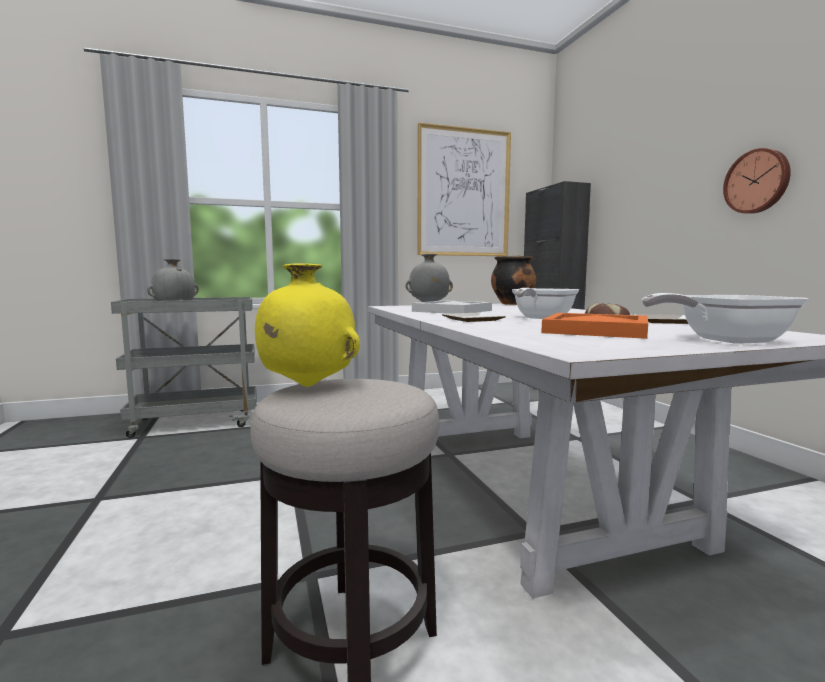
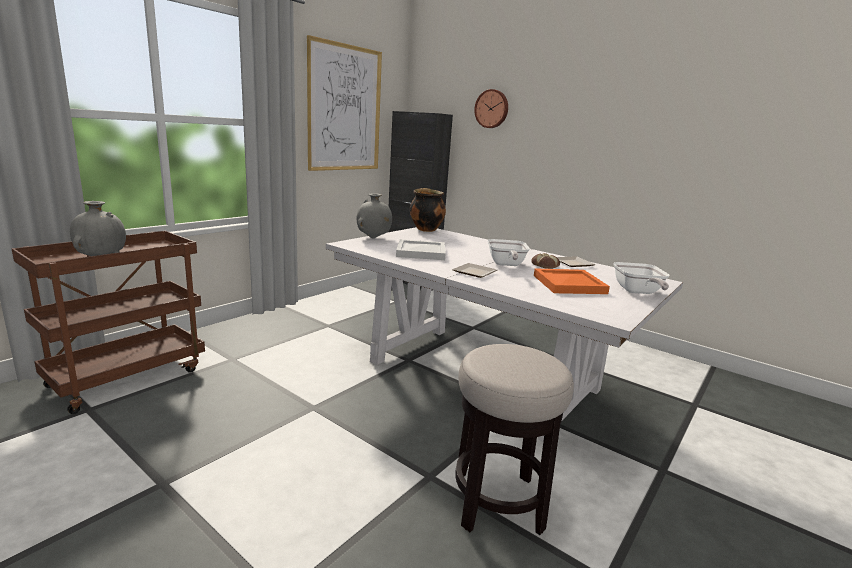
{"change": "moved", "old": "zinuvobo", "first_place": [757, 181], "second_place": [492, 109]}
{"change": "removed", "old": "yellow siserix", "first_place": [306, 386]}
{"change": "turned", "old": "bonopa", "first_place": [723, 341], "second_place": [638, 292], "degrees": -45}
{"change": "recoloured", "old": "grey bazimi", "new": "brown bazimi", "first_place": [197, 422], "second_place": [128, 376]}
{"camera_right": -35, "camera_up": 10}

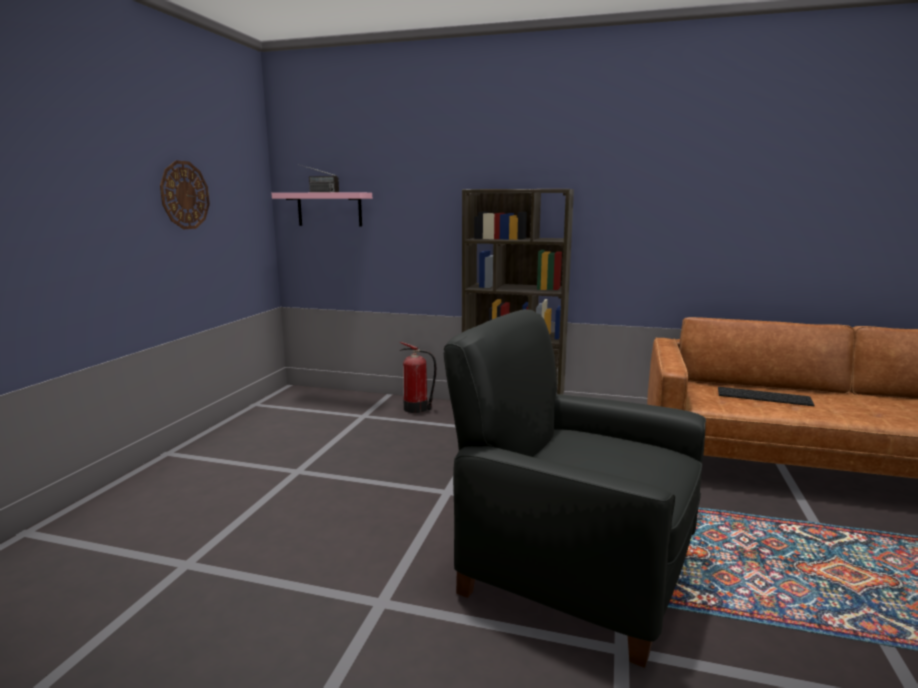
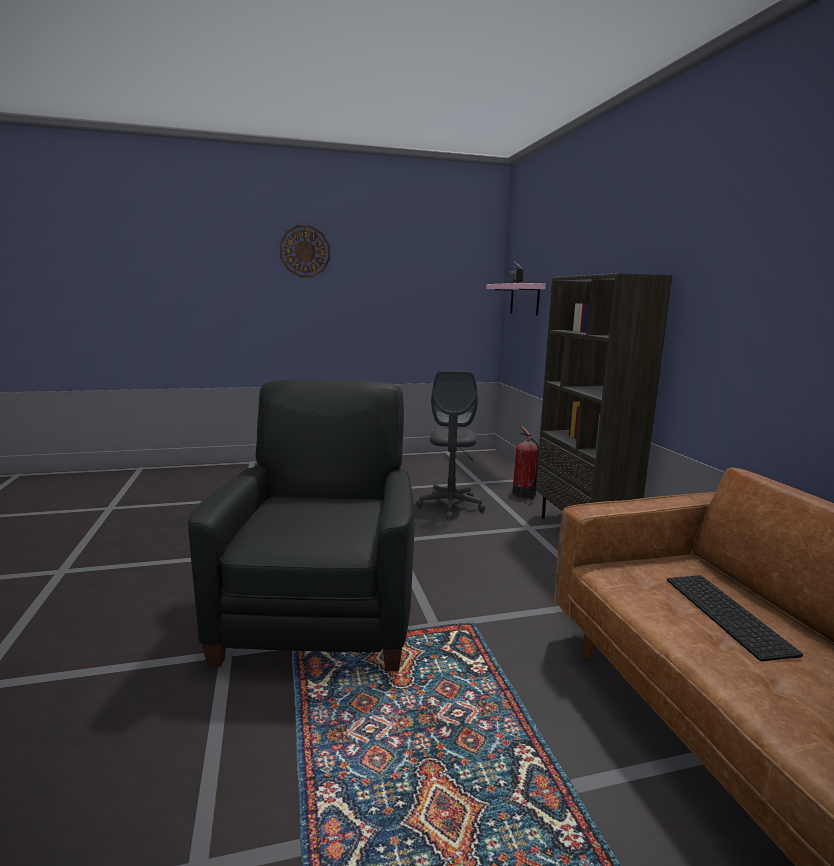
{"change": "moved", "old": "zinuvobo", "first_place": [184, 195], "second_place": [305, 251]}
{"change": "added", "new": "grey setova", "second_place": [450, 506]}
{"camera_right": 60, "camera_up": 0}

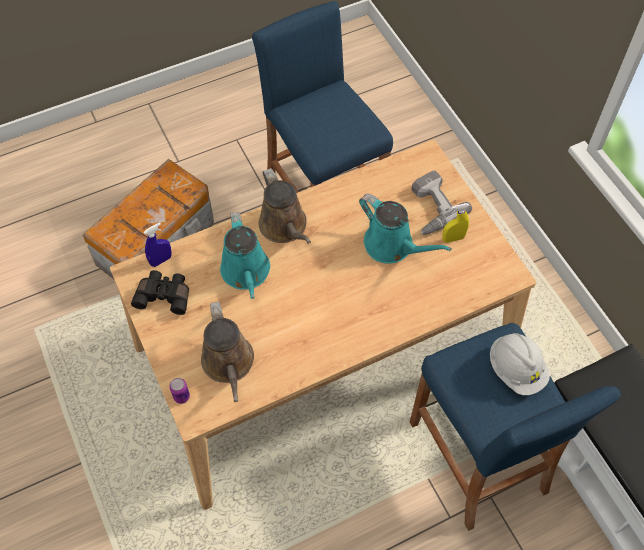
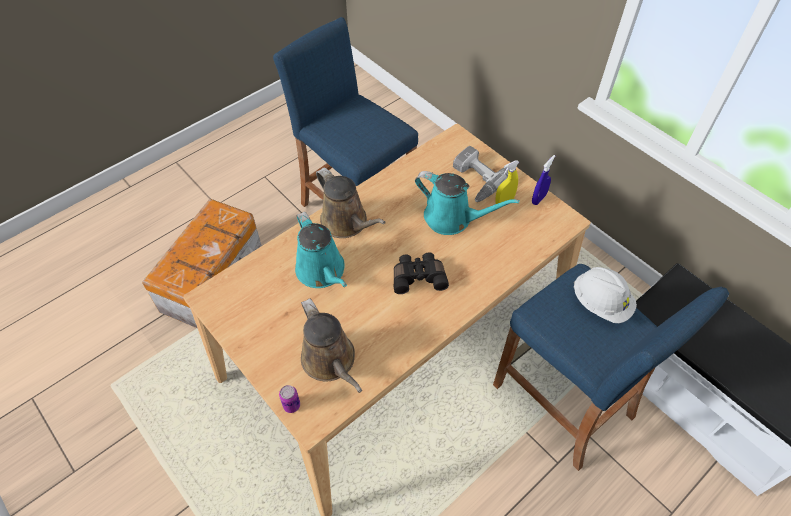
{"change": "moved", "old": "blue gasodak", "first_place": [161, 260], "second_place": [538, 199]}
{"change": "moved", "old": "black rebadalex", "first_place": [164, 295], "second_place": [418, 277]}
{"camera_right": -15, "camera_up": -5}

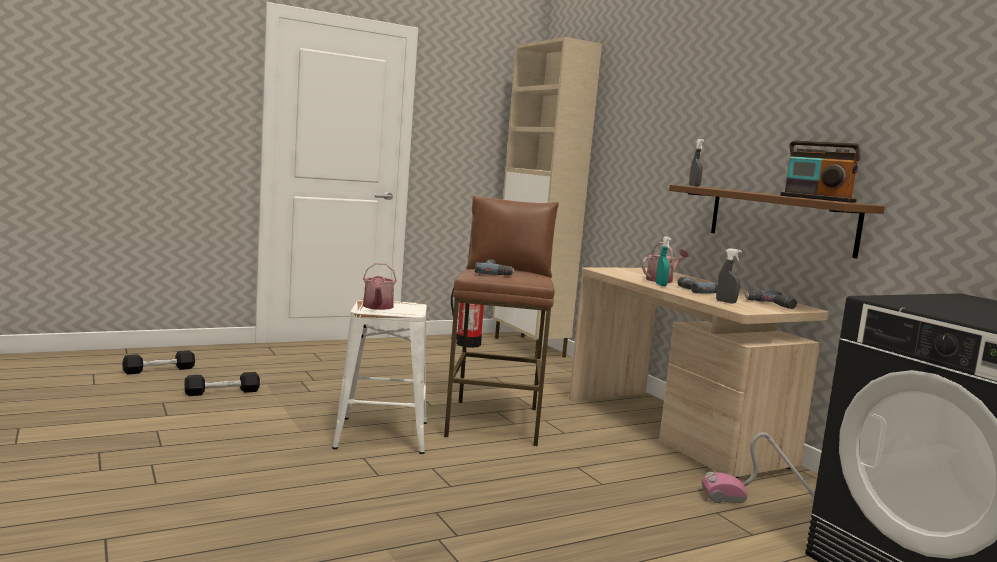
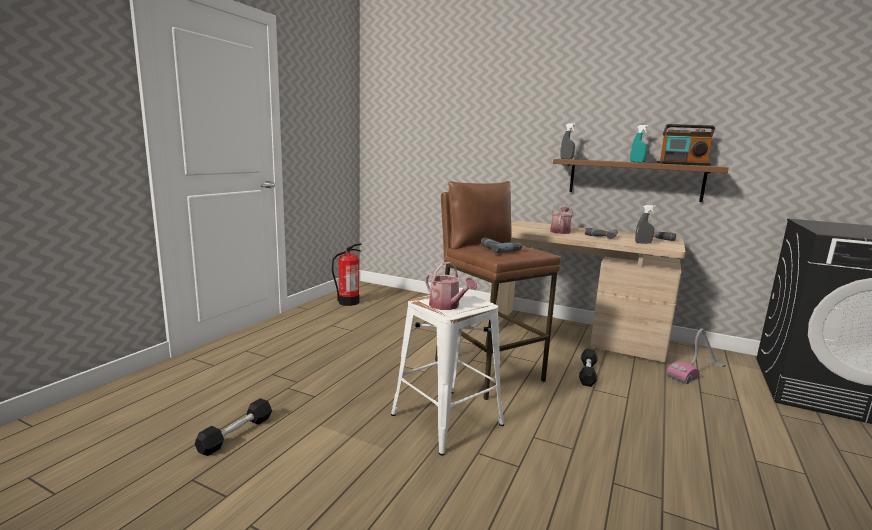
{"change": "removed", "old": "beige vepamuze", "first_place": [529, 347]}
{"change": "moved", "old": "turquoise gasodak", "first_place": [661, 285], "second_place": [637, 162]}
{"change": "moved", "old": "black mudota", "first_place": [159, 370], "second_place": [587, 373]}
{"camera_right": -35, "camera_up": 5}

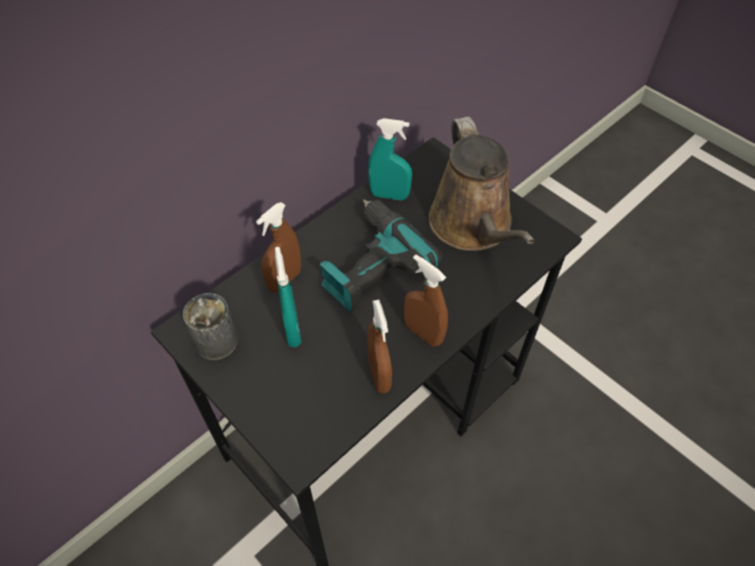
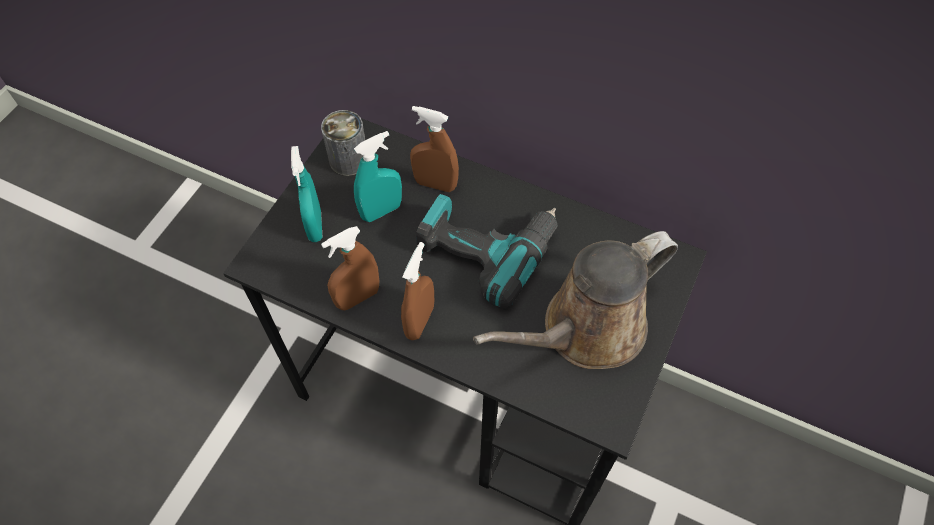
{"change": "moved", "old": "turquoise gasodak", "first_place": [389, 195], "second_place": [315, 226]}
{"camera_right": 70, "camera_up": 5}

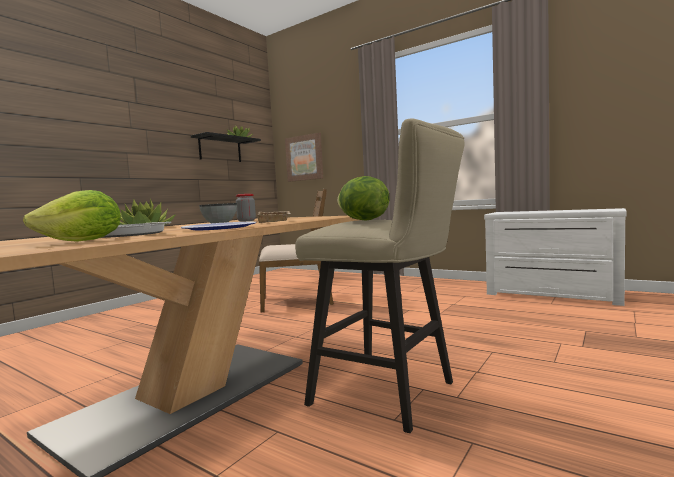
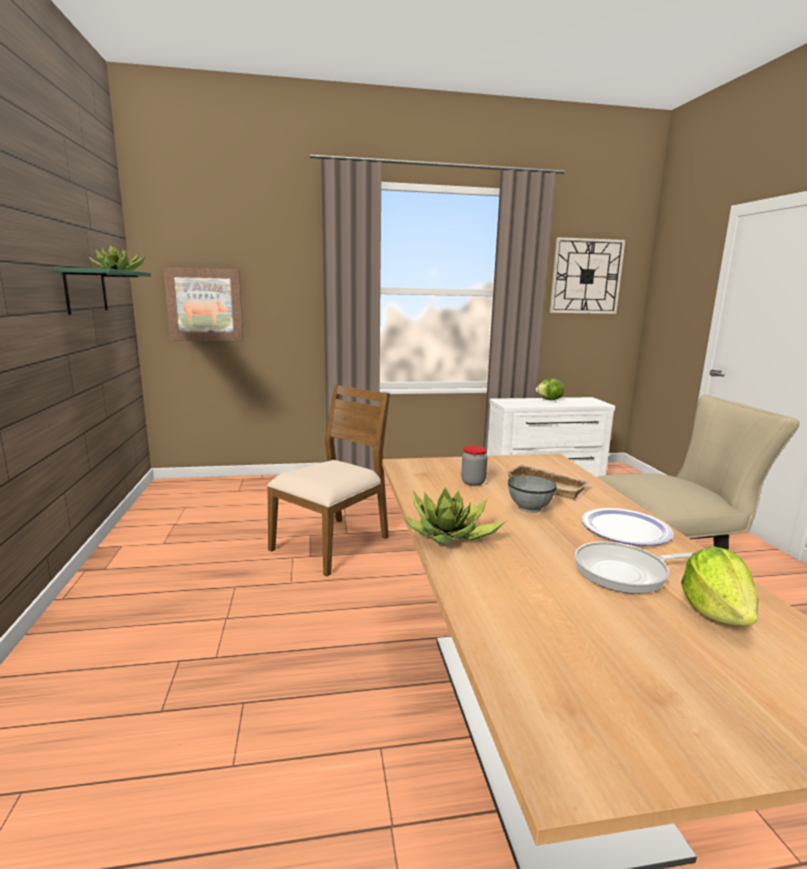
{"change": "recoloured", "old": "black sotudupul", "new": "green sotudupul", "first_place": [220, 149], "second_place": [86, 291]}
{"change": "moved", "old": "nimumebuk", "first_place": [362, 220], "second_place": [549, 400]}
{"change": "added", "new": "zinuvobo", "second_place": [586, 276]}
{"camera_right": -45, "camera_up": 10}

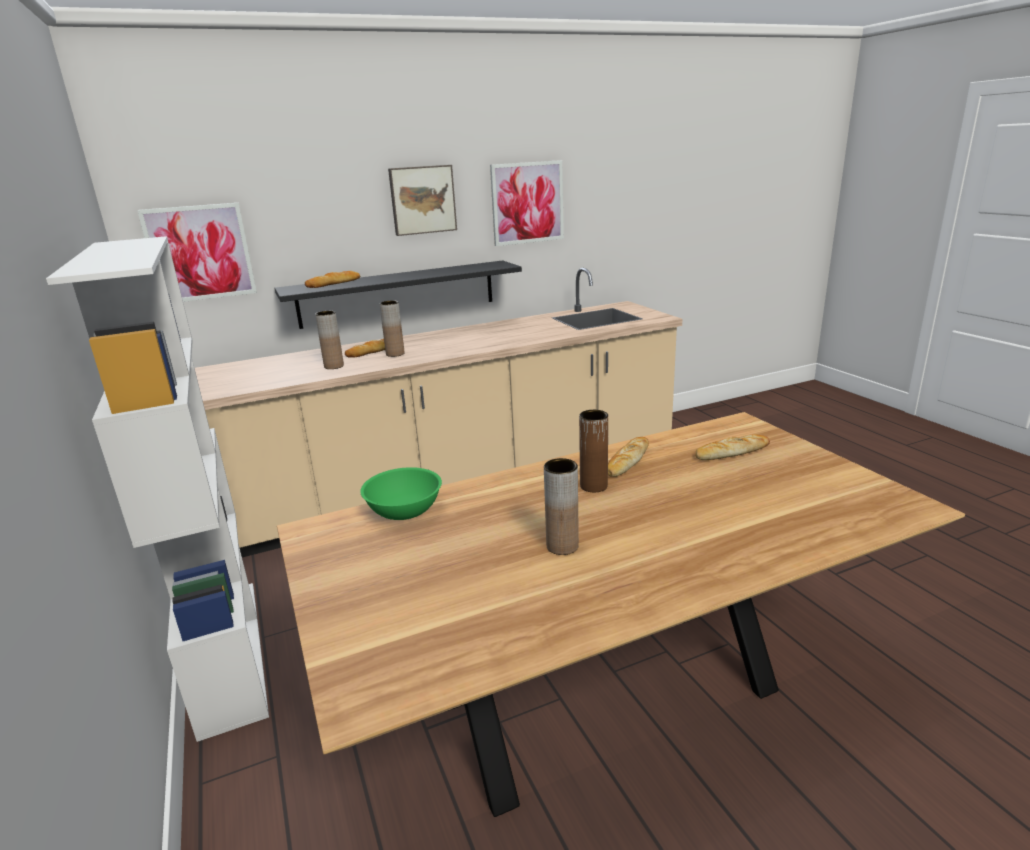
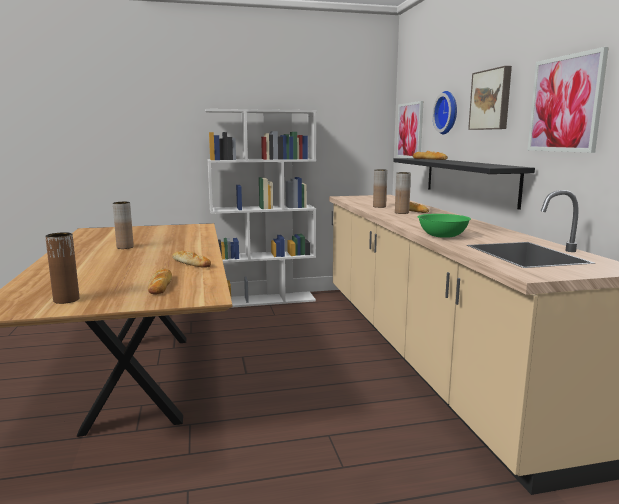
{"change": "moved", "old": "brown siserix", "first_place": [593, 486], "second_place": [66, 300]}
{"change": "moved", "old": "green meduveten", "first_place": [404, 511], "second_place": [442, 236]}
{"change": "added", "new": "zinuvobo", "second_place": [448, 112]}
{"camera_right": 100, "camera_up": -10}

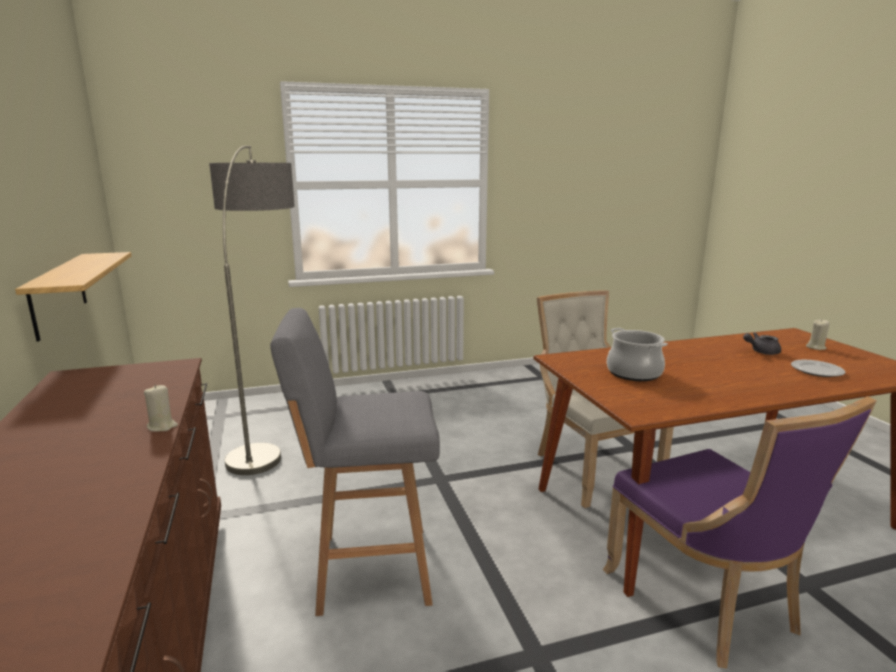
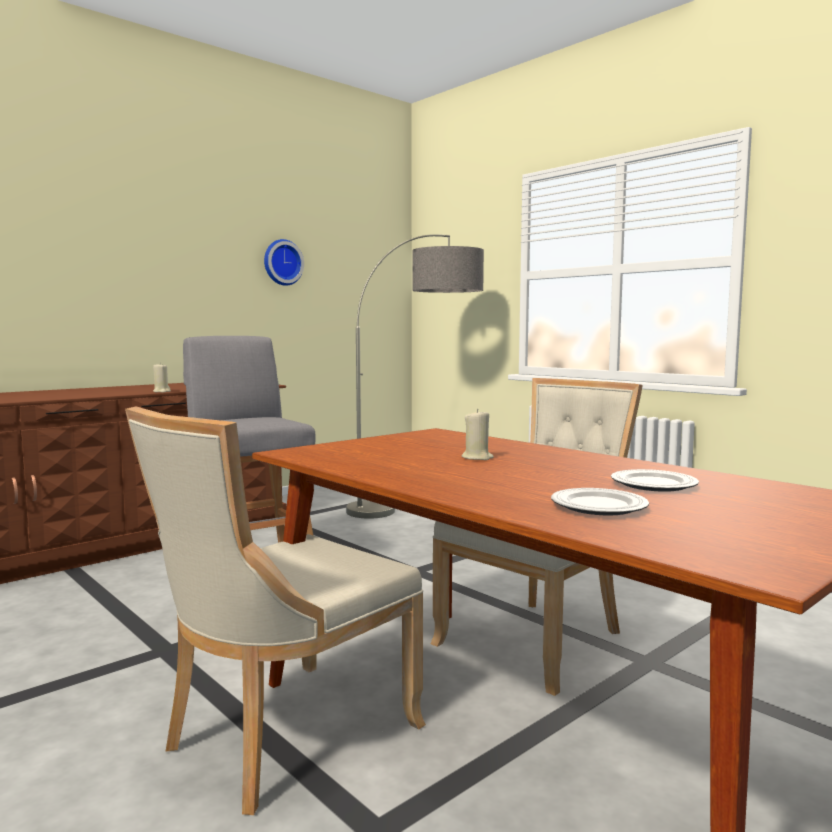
{"change": "removed", "old": "sotudupul", "first_place": [58, 294]}
{"change": "moved", "old": "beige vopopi", "first_place": [816, 347], "second_place": [477, 458]}
{"change": "removed", "old": "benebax", "first_place": [634, 373]}
{"change": "replaced", "old": "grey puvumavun", "new": "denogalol", "first_place": [761, 352], "second_place": [652, 484]}
{"change": "recoloured", "old": "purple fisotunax", "new": "beige fisotunax", "first_place": [706, 602], "second_place": [283, 737]}
{"change": "added", "new": "zinuvobo", "second_place": [282, 262]}
{"camera_right": 65, "camera_up": -10}

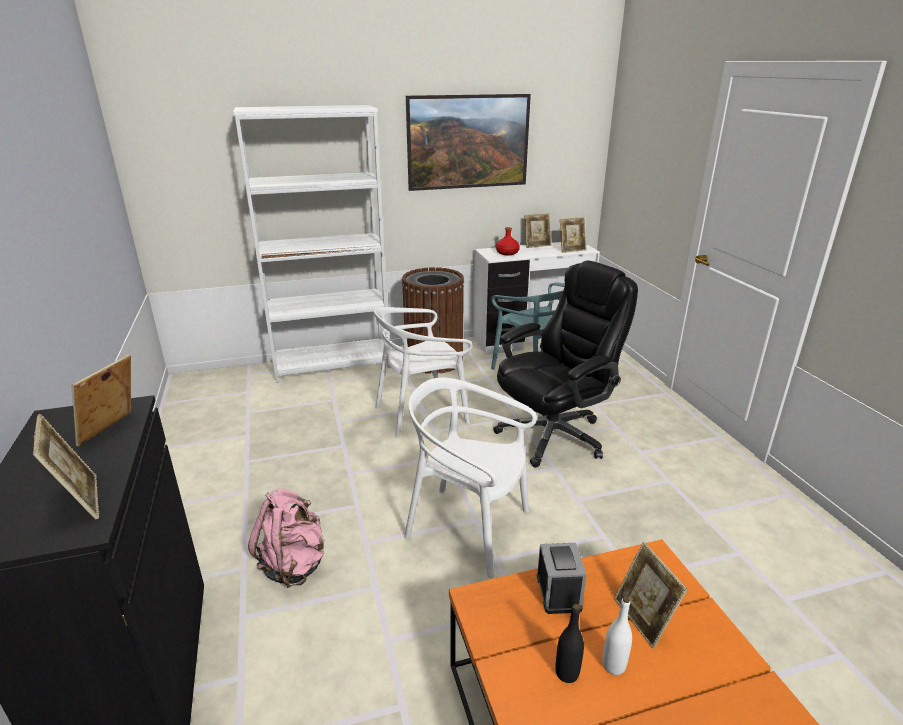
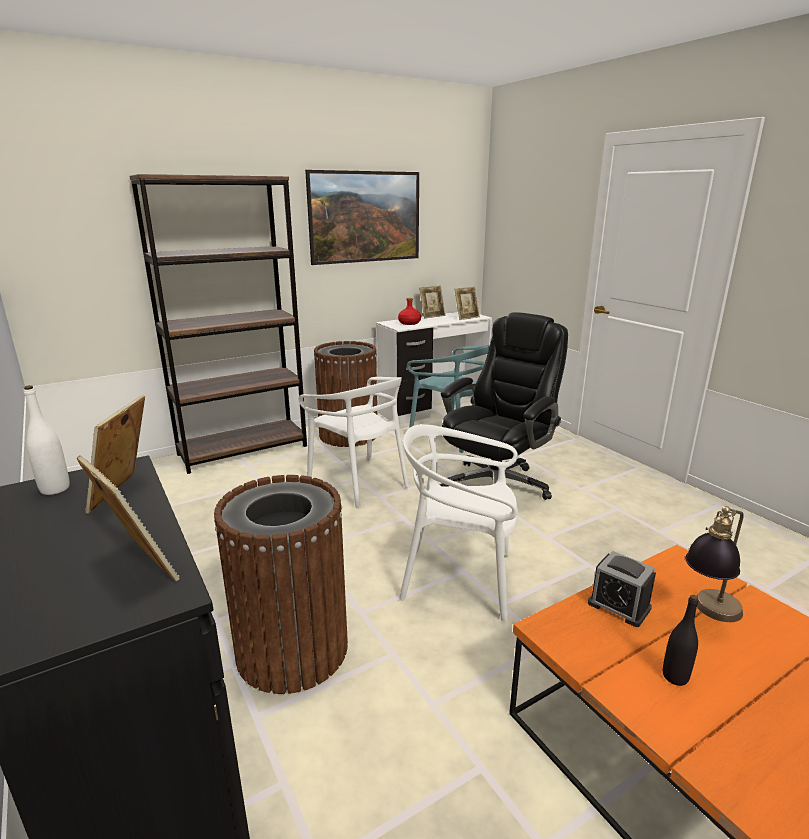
{"change": "recoloured", "old": "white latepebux", "new": "brown latepebux", "first_place": [332, 364], "second_place": [243, 450]}
{"change": "turned", "old": "white fisotunax", "first_place": [421, 413], "second_place": [359, 482], "degrees": -90}
{"change": "replaced", "old": "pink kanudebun", "new": "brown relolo", "first_place": [294, 564], "second_place": [292, 649]}
{"change": "replaced", "old": "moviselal", "new": "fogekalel", "first_place": [643, 619], "second_place": [708, 614]}
{"change": "turned", "old": "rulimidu", "first_place": [558, 592], "second_place": [619, 606], "degrees": 150}
{"change": "moved", "old": "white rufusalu", "first_place": [613, 665], "second_place": [55, 489]}
{"camera_right": -15, "camera_up": -5}

